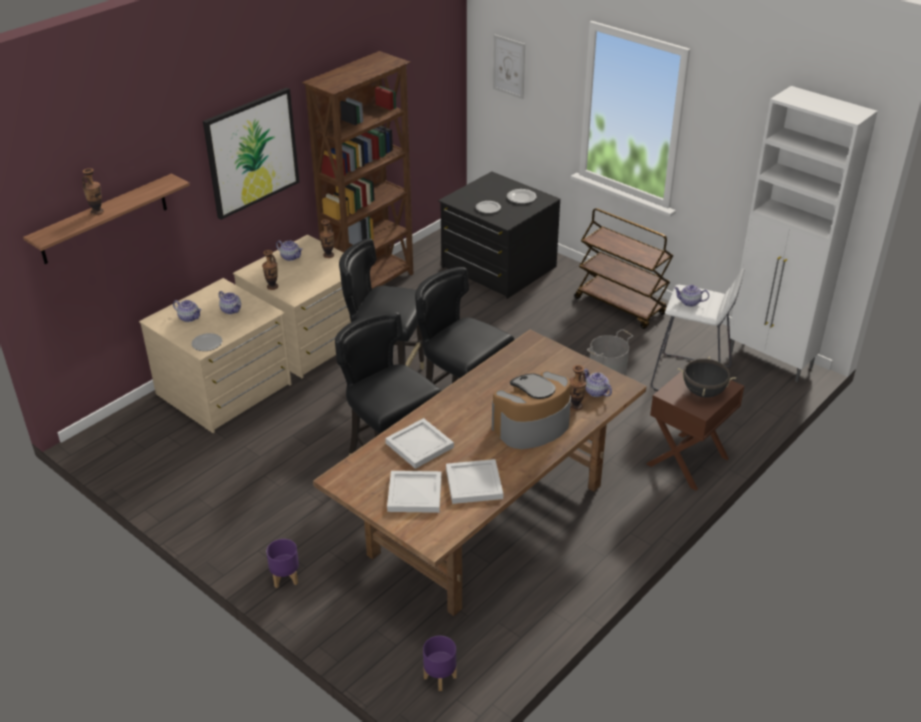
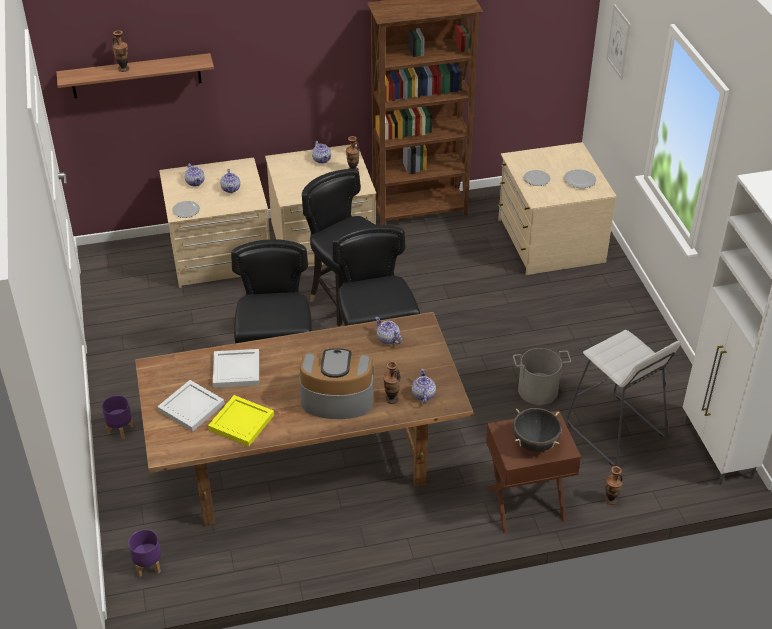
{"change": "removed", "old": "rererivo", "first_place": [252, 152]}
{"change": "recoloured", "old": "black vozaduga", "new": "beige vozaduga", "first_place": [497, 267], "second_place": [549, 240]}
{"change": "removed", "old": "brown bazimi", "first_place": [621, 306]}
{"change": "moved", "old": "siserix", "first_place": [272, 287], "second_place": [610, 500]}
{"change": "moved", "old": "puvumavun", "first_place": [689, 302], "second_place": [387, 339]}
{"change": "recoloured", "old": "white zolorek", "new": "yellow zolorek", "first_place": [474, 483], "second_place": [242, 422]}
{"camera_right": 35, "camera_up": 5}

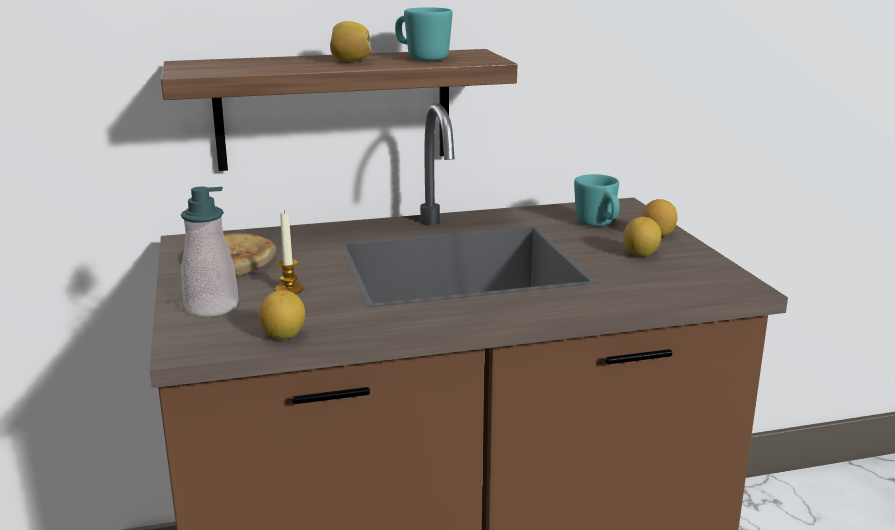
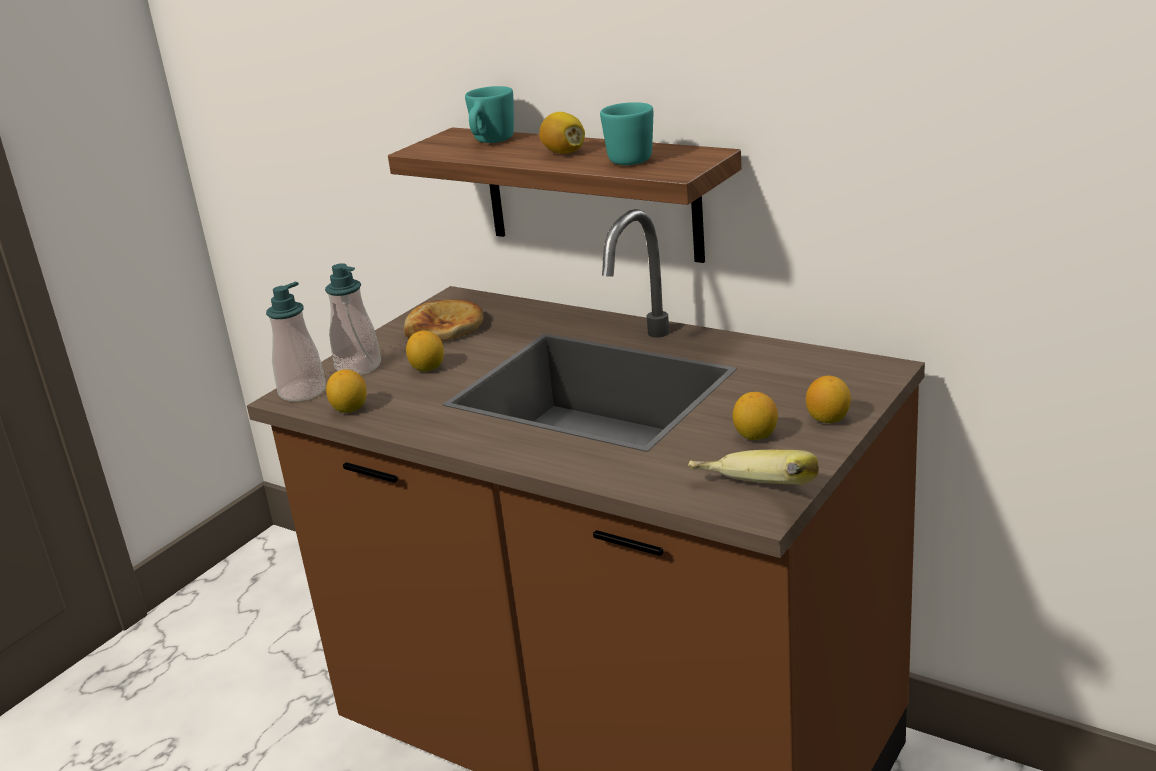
{"change": "moved", "old": "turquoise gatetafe", "first_place": [598, 224], "second_place": [490, 142]}
{"change": "replaced", "old": "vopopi", "new": "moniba", "first_place": [289, 289], "second_place": [428, 368]}
{"change": "added", "new": "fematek", "second_place": [302, 392]}
{"change": "added", "new": "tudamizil", "second_place": [752, 500]}
{"camera_right": 50, "camera_up": 5}

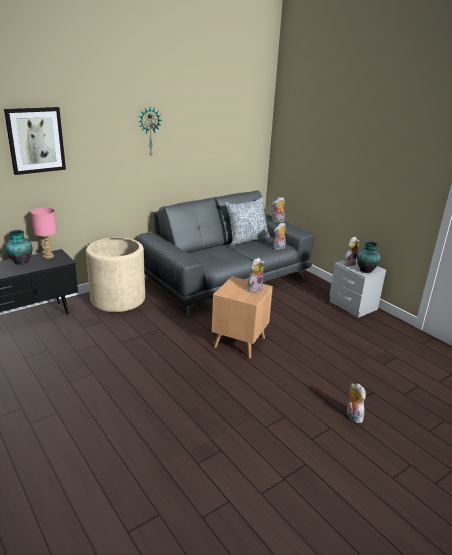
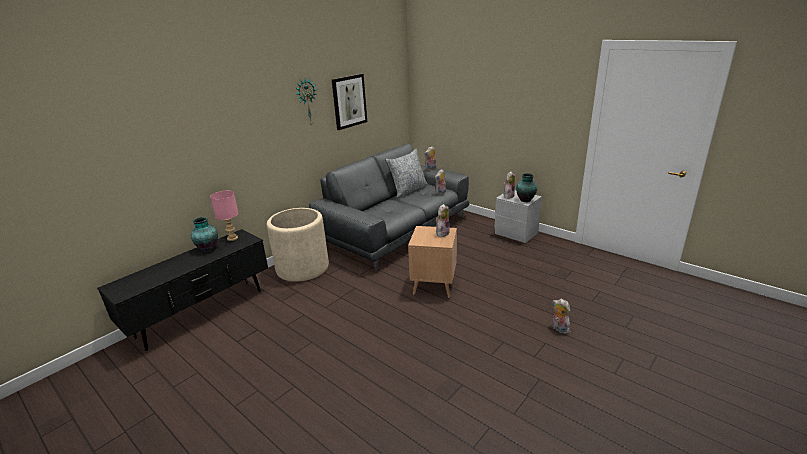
{"change": "moved", "old": "rererivo", "first_place": [36, 140], "second_place": [349, 101]}
{"camera_right": -10, "camera_up": 0}

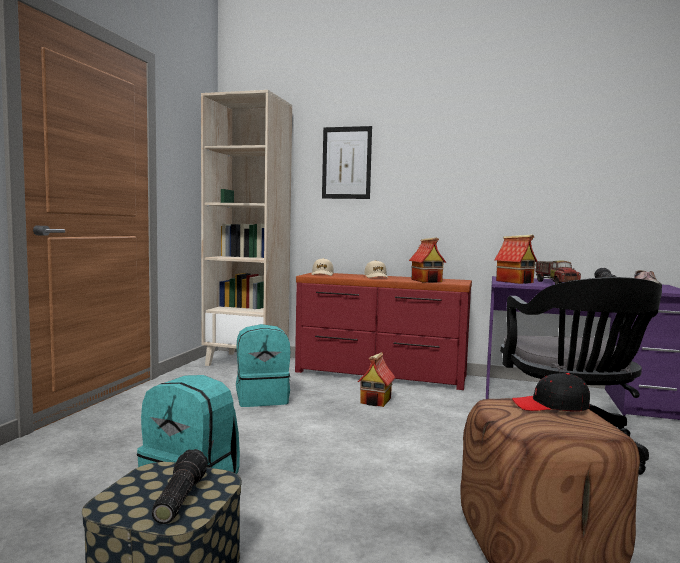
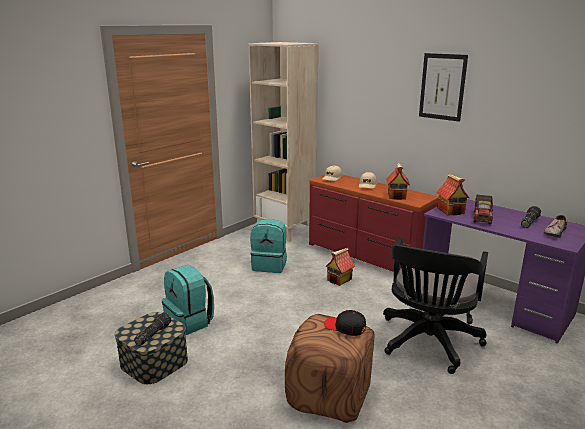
{"change": "moved", "old": "rererivo", "first_place": [346, 163], "second_place": [442, 87]}
{"camera_right": 25, "camera_up": 15}

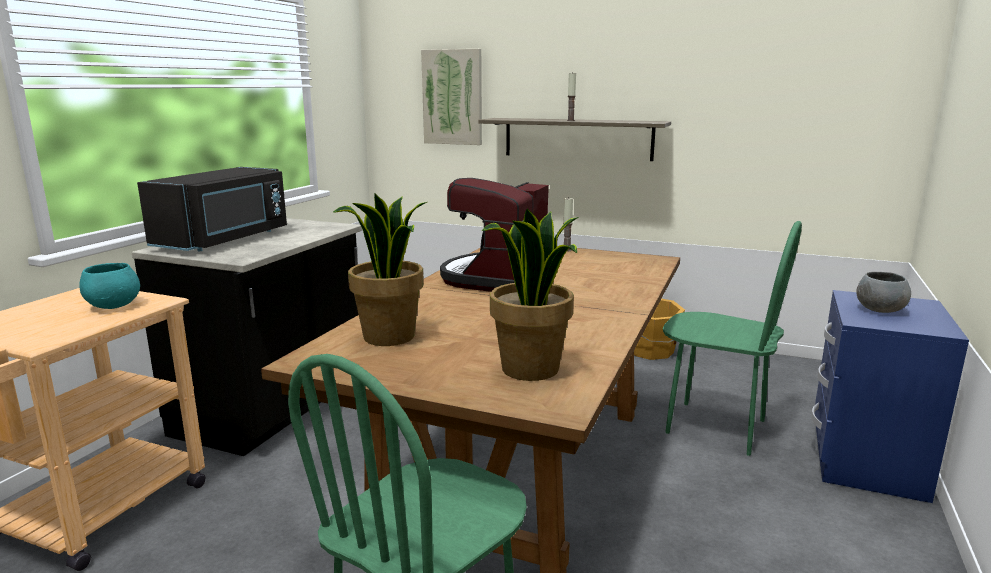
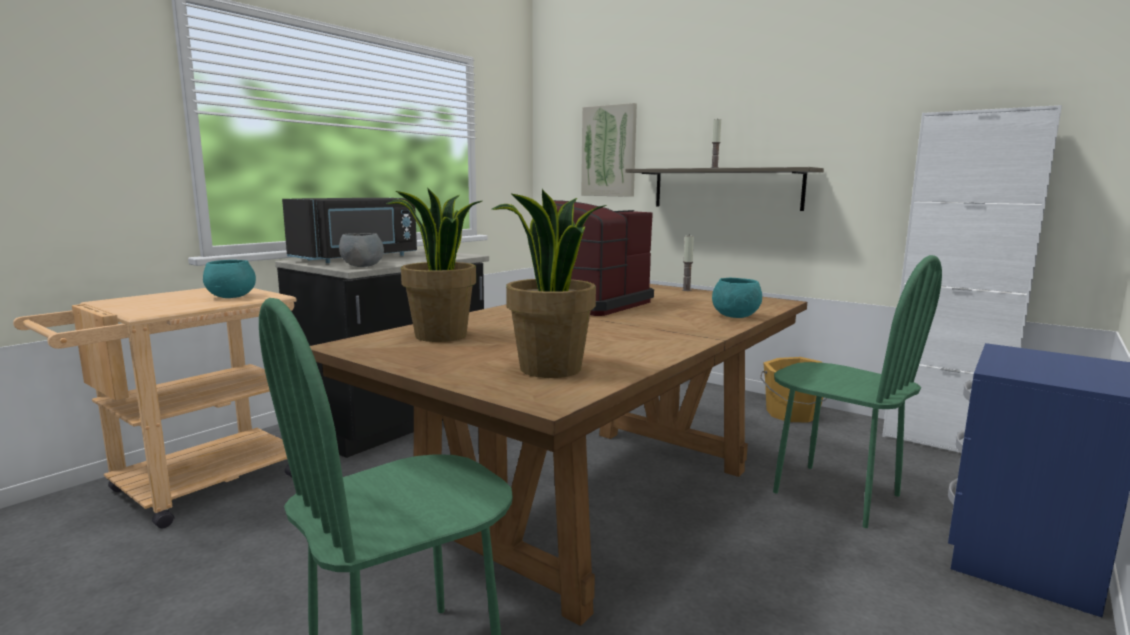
{"change": "moved", "old": "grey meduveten", "first_place": [879, 310], "second_place": [362, 266]}
{"change": "added", "new": "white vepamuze", "second_place": [942, 442]}
{"change": "added", "new": "turquoise meduveten", "second_place": [735, 316]}
{"camera_right": 15, "camera_up": -5}

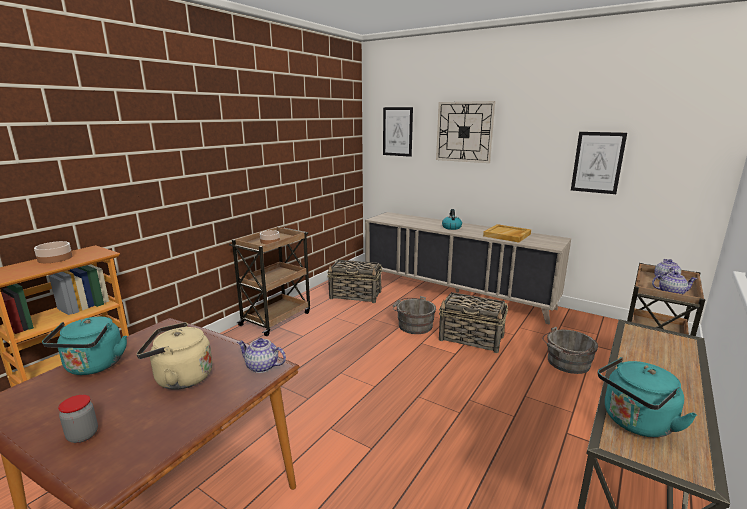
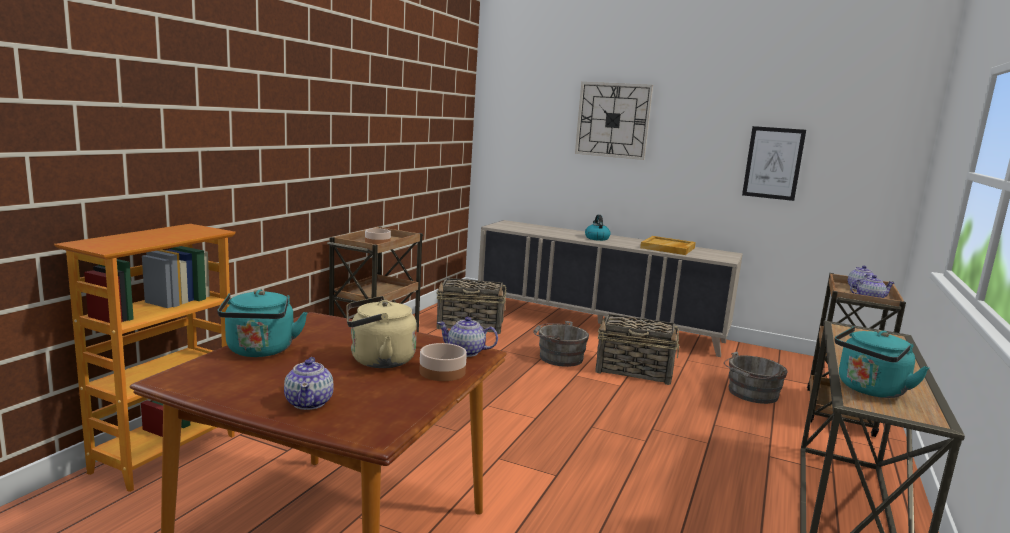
{"change": "removed", "old": "rererivo", "first_place": [397, 131]}
{"change": "moved", "old": "meduveten", "first_place": [55, 258], "second_place": [442, 372]}
{"change": "replaced", "old": "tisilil", "new": "puvumavun", "first_place": [83, 435], "second_place": [309, 402]}
{"camera_right": -10, "camera_up": -5}

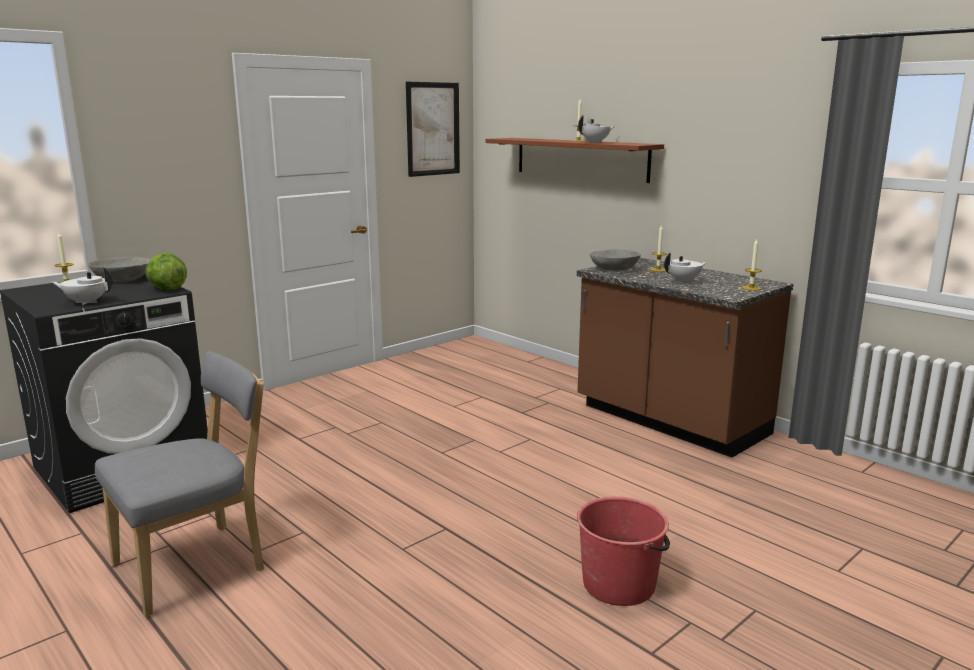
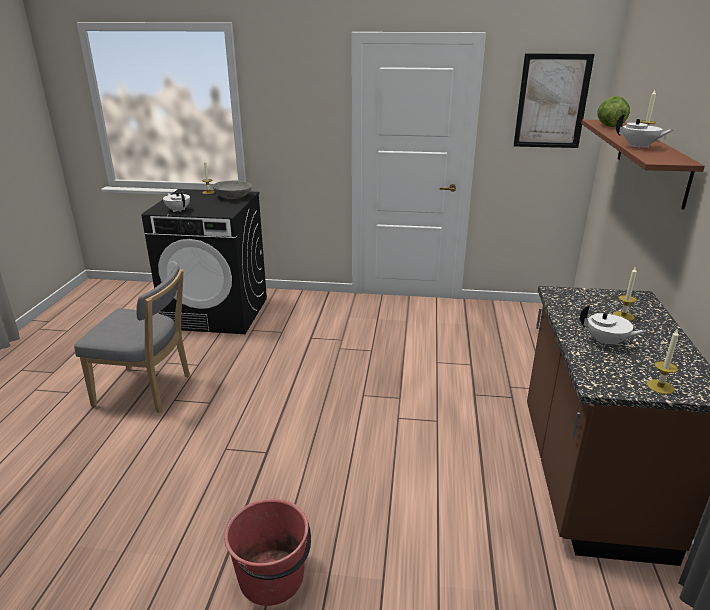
{"change": "removed", "old": "grey meduveten", "first_place": [614, 269]}
{"change": "moved", "old": "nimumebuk", "first_place": [167, 289], "second_place": [609, 126]}
{"camera_right": 50, "camera_up": 10}

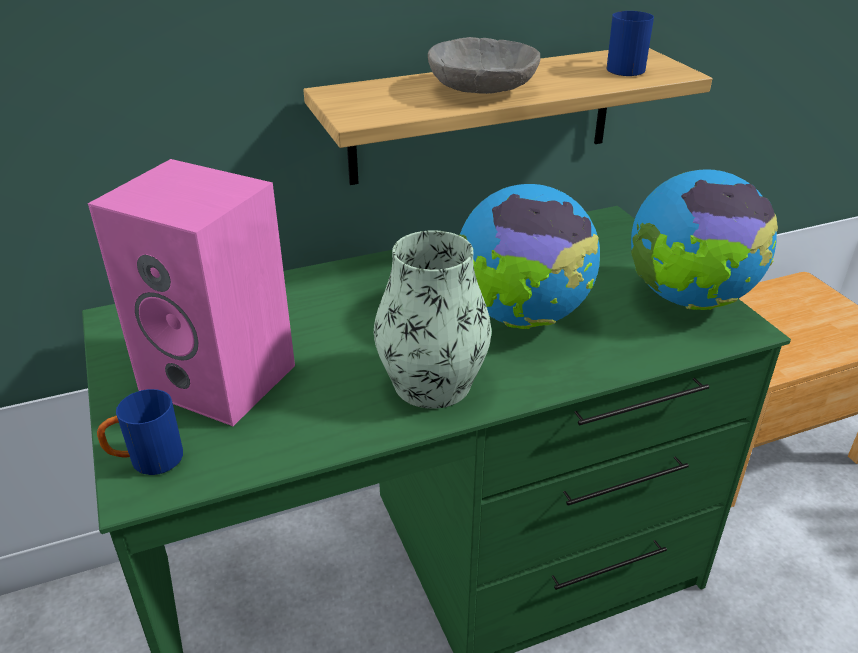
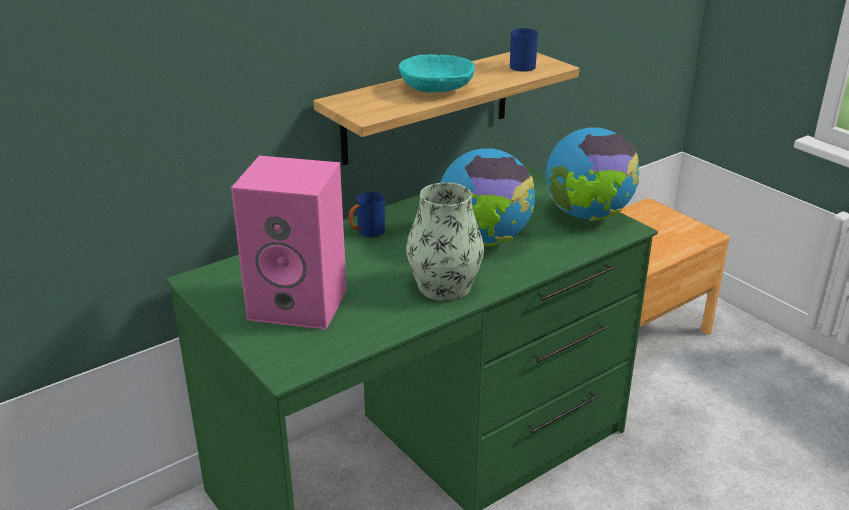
{"change": "recoloured", "old": "grey meduveten", "new": "turquoise meduveten", "first_place": [481, 89], "second_place": [436, 89]}
{"change": "moved", "old": "blue gatetafe", "first_place": [147, 461], "second_place": [366, 233]}
{"camera_right": -15, "camera_up": -5}

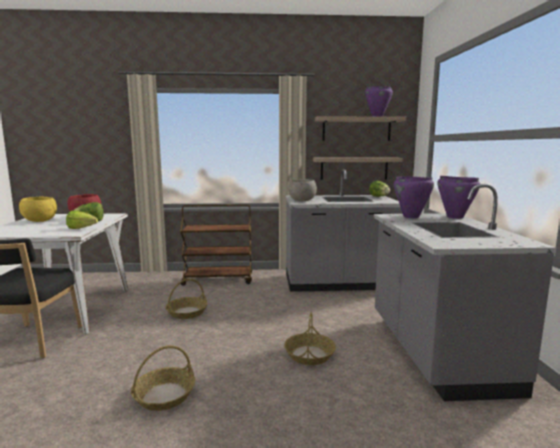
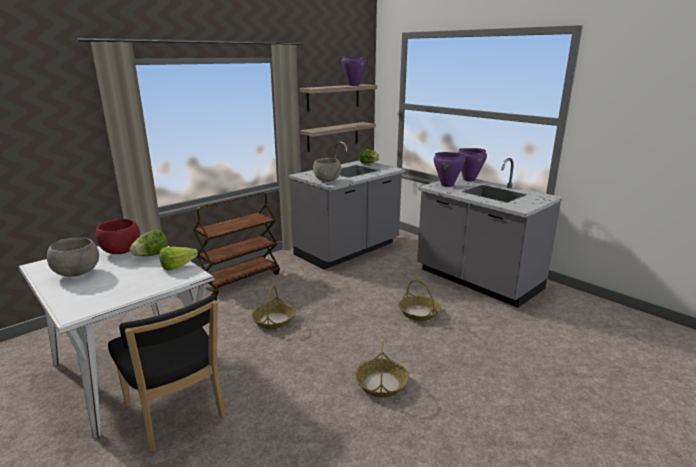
{"change": "recoloured", "old": "yellow meduveten", "new": "grey meduveten", "first_place": [40, 221], "second_place": [77, 273]}
{"camera_right": -40, "camera_up": 10}

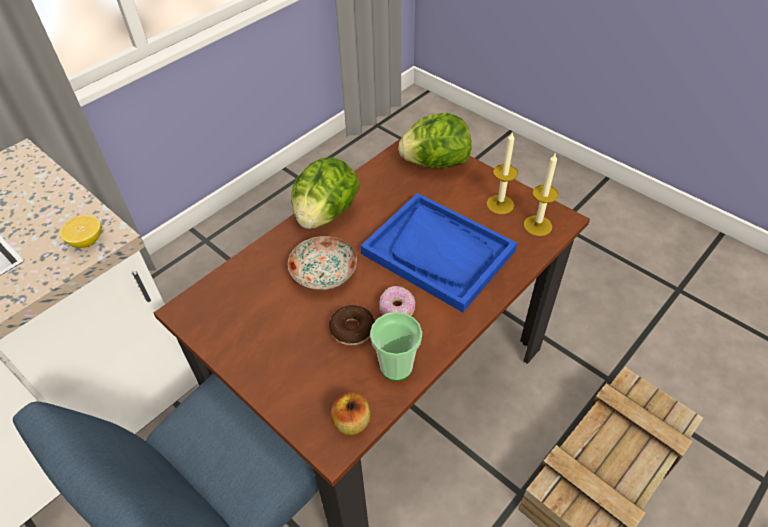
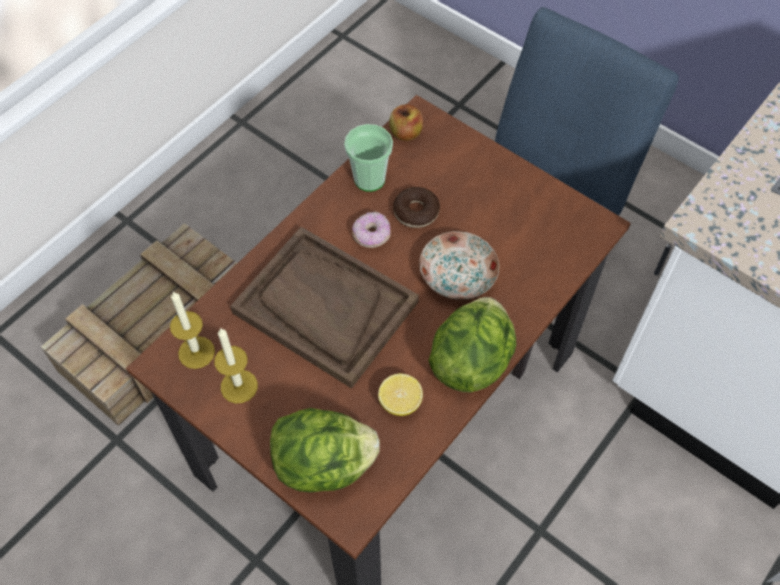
{"change": "recoloured", "old": "blue zolorek", "new": "brown zolorek", "first_place": [438, 252], "second_place": [324, 307]}
{"change": "moved", "old": "moniba", "first_place": [87, 241], "second_place": [400, 402]}
{"camera_right": 175, "camera_up": 10}

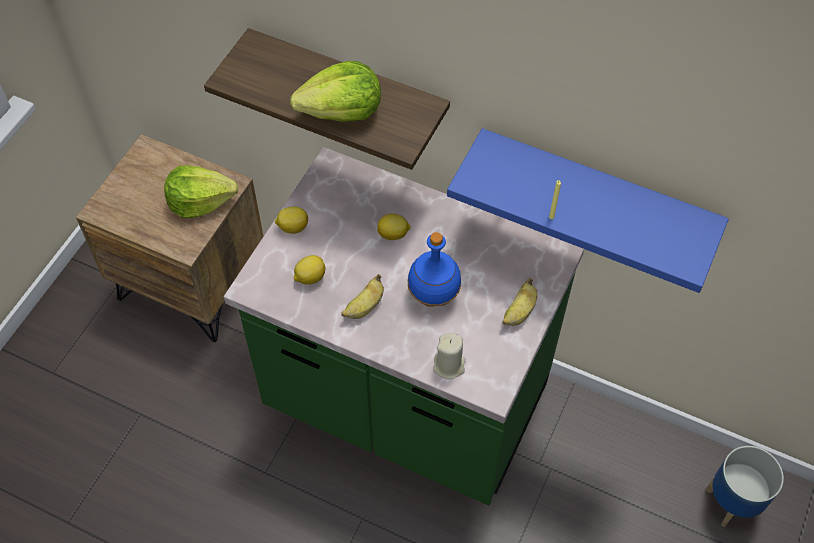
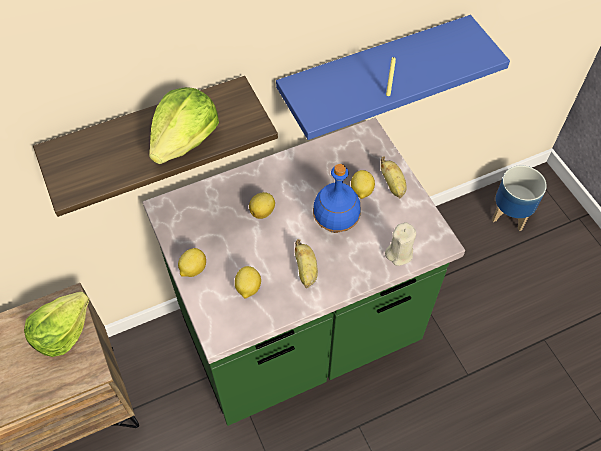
{"change": "added", "new": "moniba", "second_place": [361, 191]}
{"camera_right": -50, "camera_up": 0}

